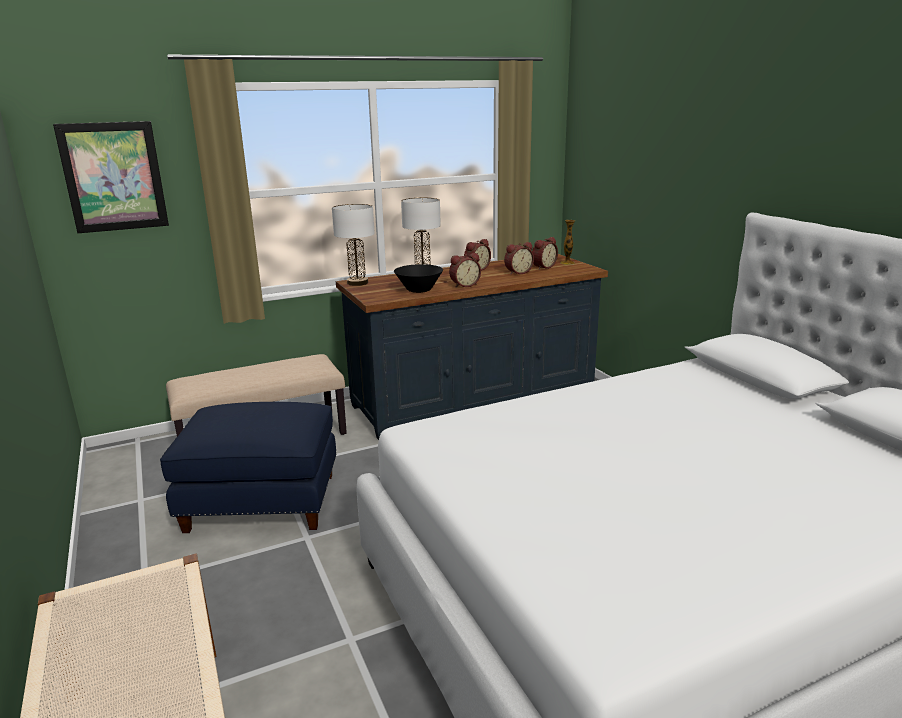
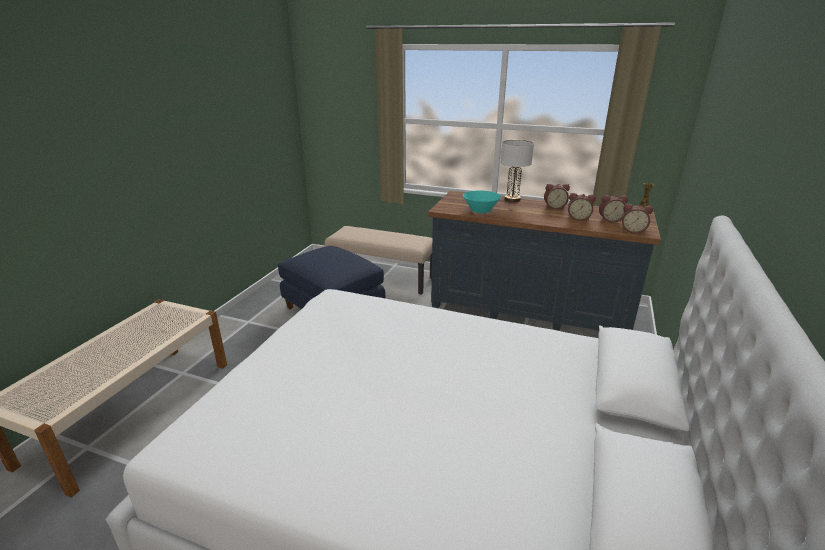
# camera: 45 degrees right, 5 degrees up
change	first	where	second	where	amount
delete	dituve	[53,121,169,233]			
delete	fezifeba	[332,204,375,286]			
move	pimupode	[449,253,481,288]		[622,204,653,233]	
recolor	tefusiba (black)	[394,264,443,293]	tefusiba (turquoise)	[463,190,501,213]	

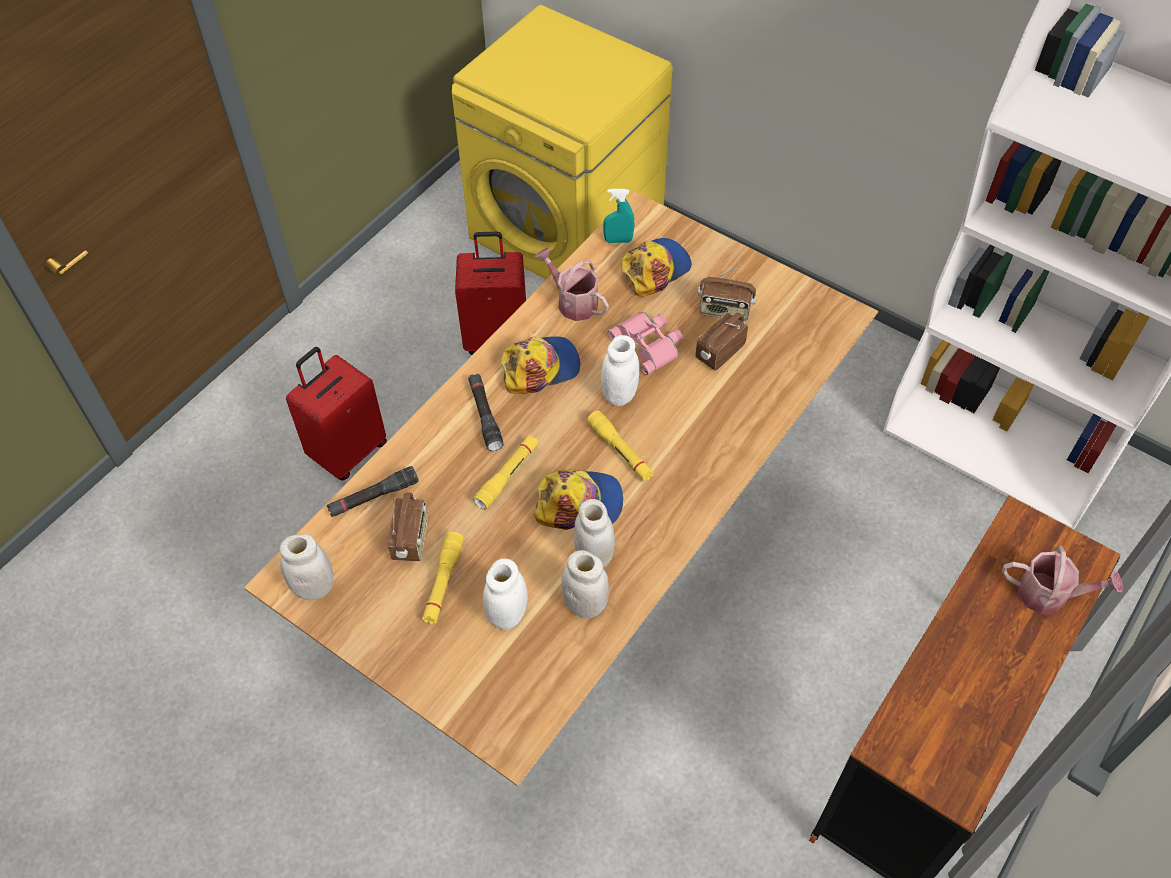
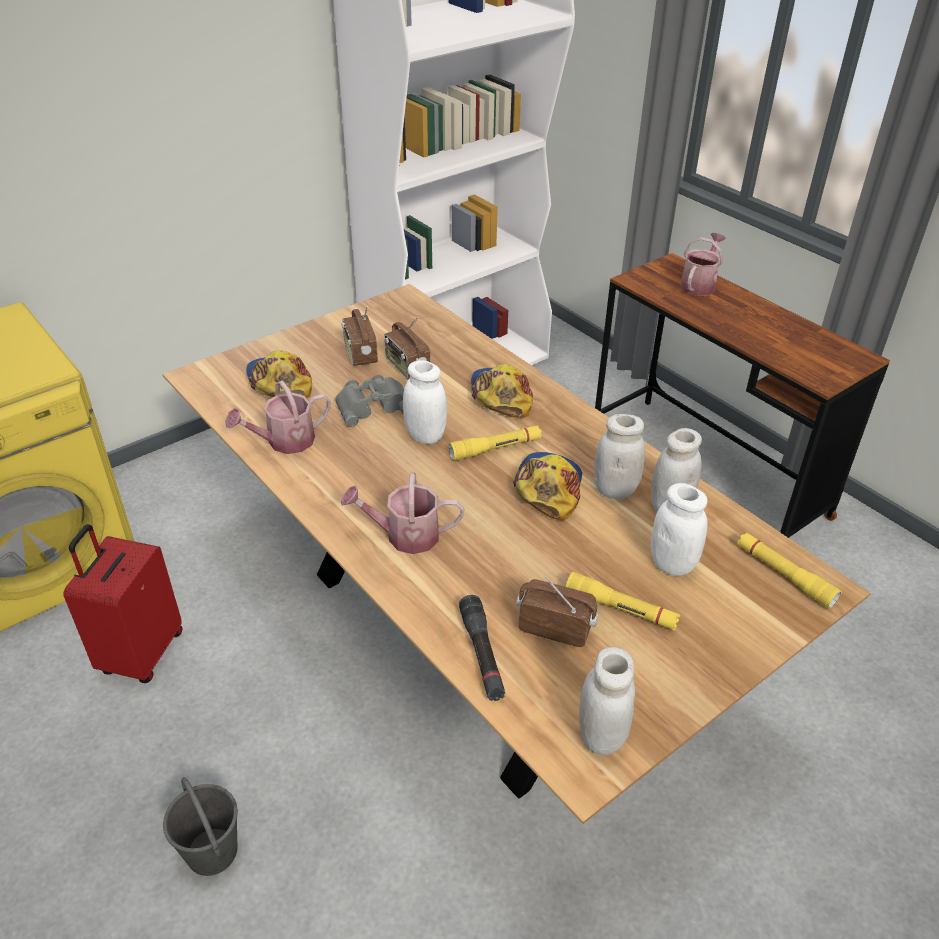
# camera: 75 degrees left, 15 degrees down
change	first	where	second	where	amount
delete	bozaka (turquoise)	[603,189,634,243]			
move	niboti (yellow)	[473,435,539,510]		[738,532,842,609]	
move	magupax	[500,336,580,394]		[471,364,533,418]	
replace	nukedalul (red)	[286,347,387,480]	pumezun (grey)	[163,777,238,876]	
replace	niboti (black)	[468,374,504,451]	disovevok	[341,472,464,554]	
recolor	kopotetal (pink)	[608,312,683,375]	kopotetal (grey)	[335,375,404,427]	
rotate	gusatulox	[698,265,757,321]		[342,306,378,366]	135 degrees clockwise

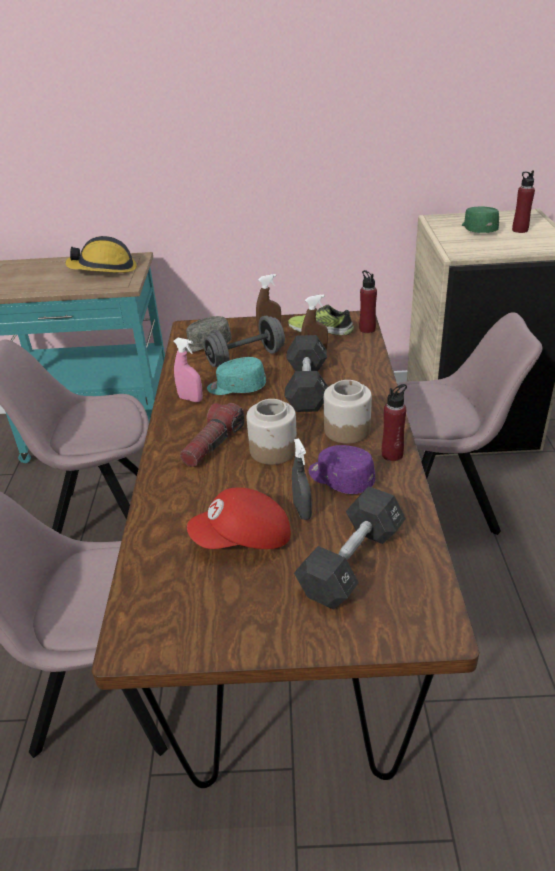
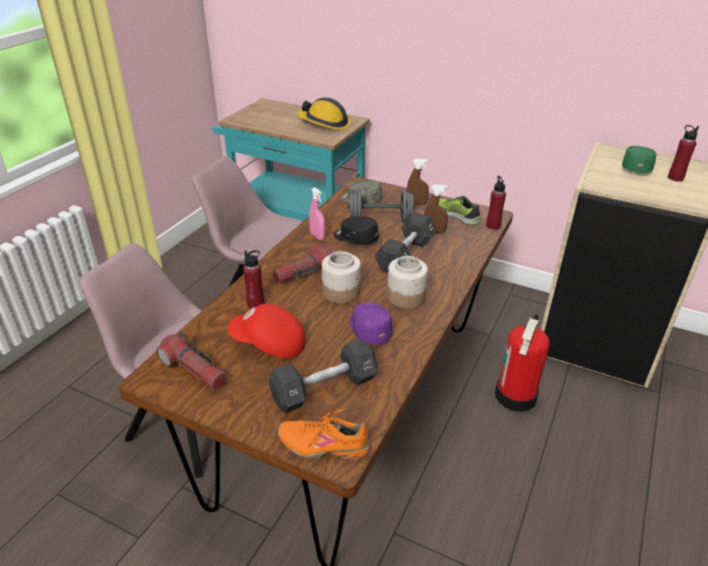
# camera: 25 degrees right, 0 degrees up
change	first	where	second	where	amount
delete	bozaka (grey)	[292,438,312,520]			
insert			niboti	[156,332,227,390]	
insert			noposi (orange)	[278,409,370,459]	
move	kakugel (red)	[382,384,407,461]		[243,250,264,309]	
replace	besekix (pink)	[397,312,543,535]	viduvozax	[495,314,550,412]	
recolor	magupax (turquoise)	[207,357,266,395]	magupax (black)	[334,216,379,246]	

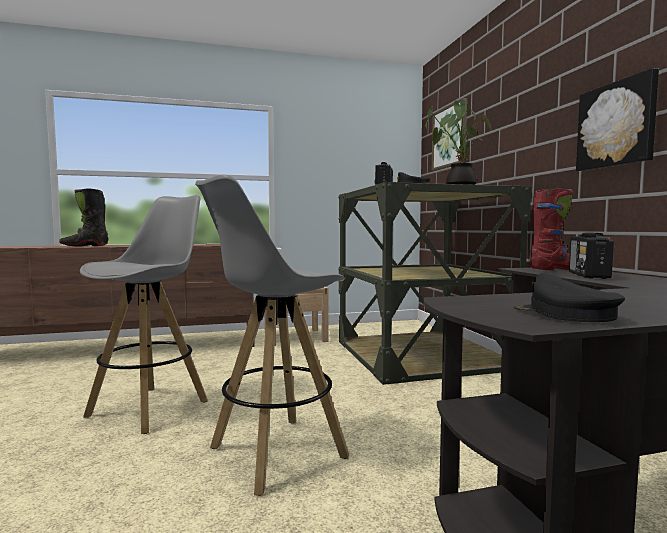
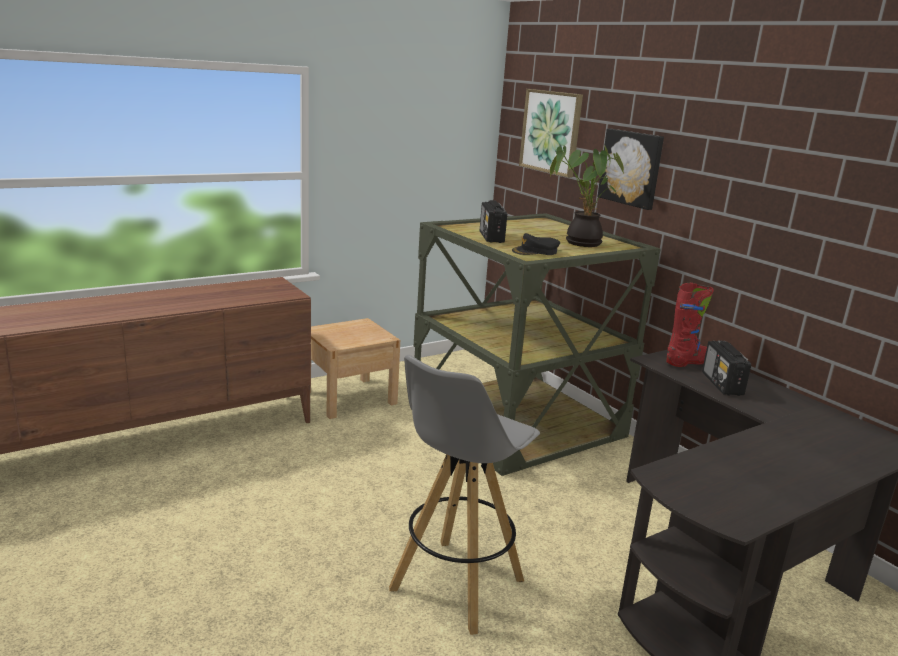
# camera: 20 degrees left, 15 degrees up
change	first	where	second	where	amount
delete	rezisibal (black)	[59,188,108,247]			
delete	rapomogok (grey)	[80,195,208,434]			
delete	magupax (black)	[514,273,625,322]			
move	dituve	[576,68,659,171]		[598,129,664,210]	

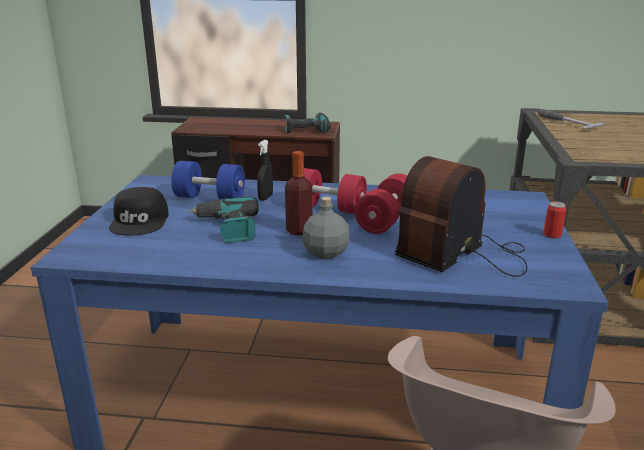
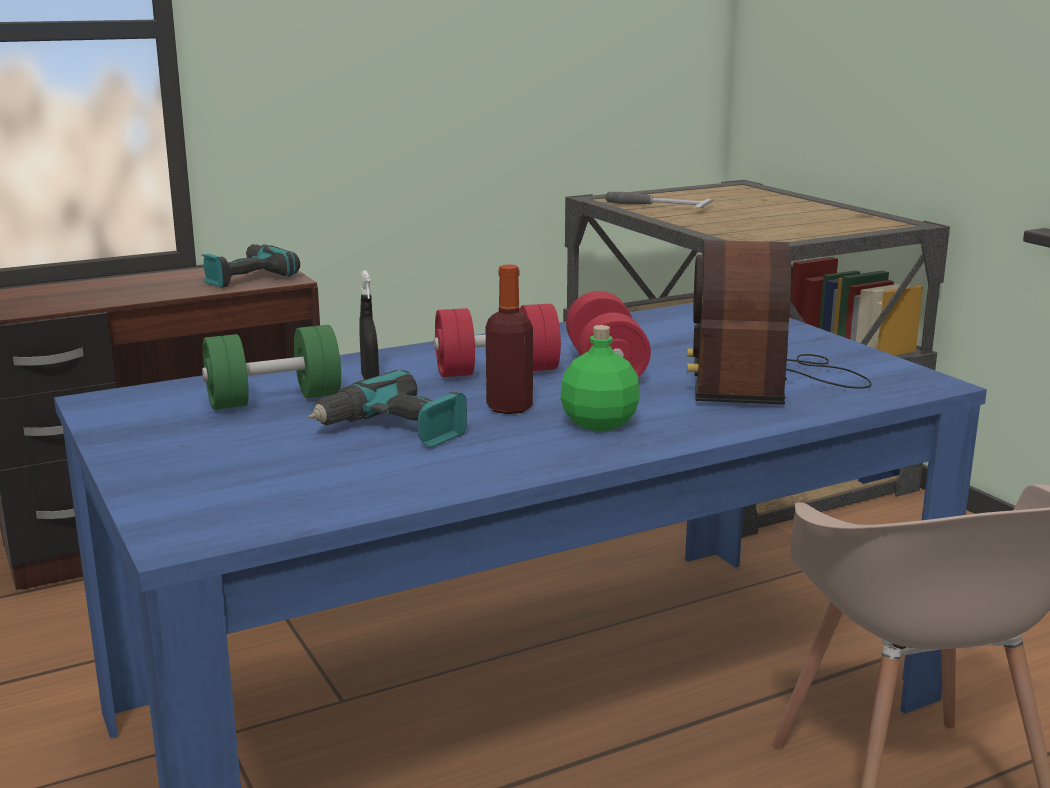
# camera: 35 degrees left, 5 degrees down
change	first	where	second	where	amount
delete	magupax (black)	[109,187,169,236]			
delete	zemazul	[543,201,566,238]			
recolor	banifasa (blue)	[171,161,245,199]	banifasa (green)	[202,325,341,410]	
recolor	kakugel (grey)	[302,197,350,259]	kakugel (green)	[560,325,639,431]	

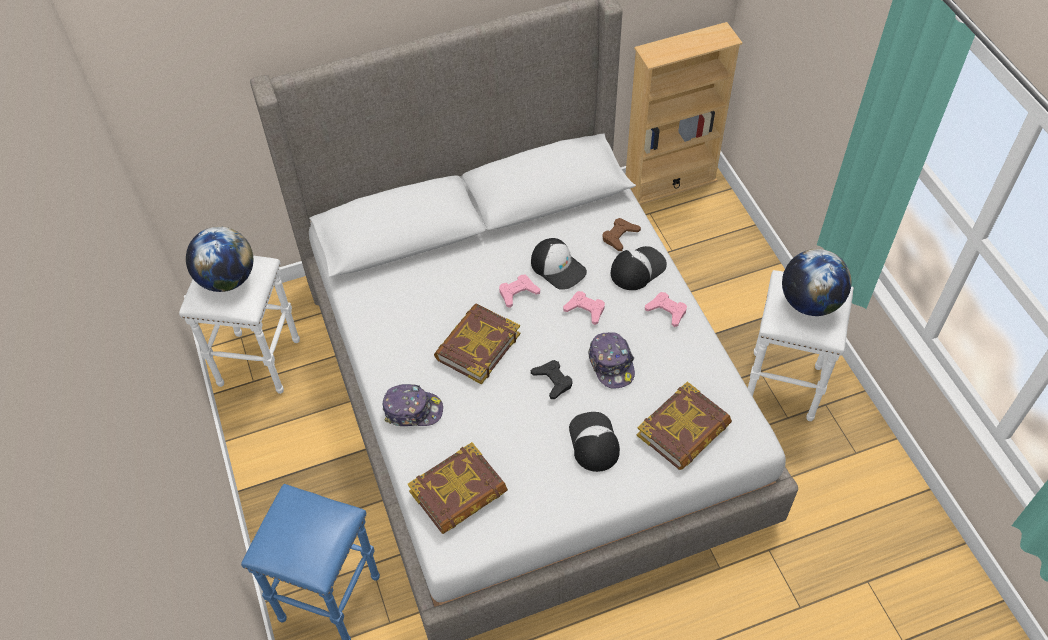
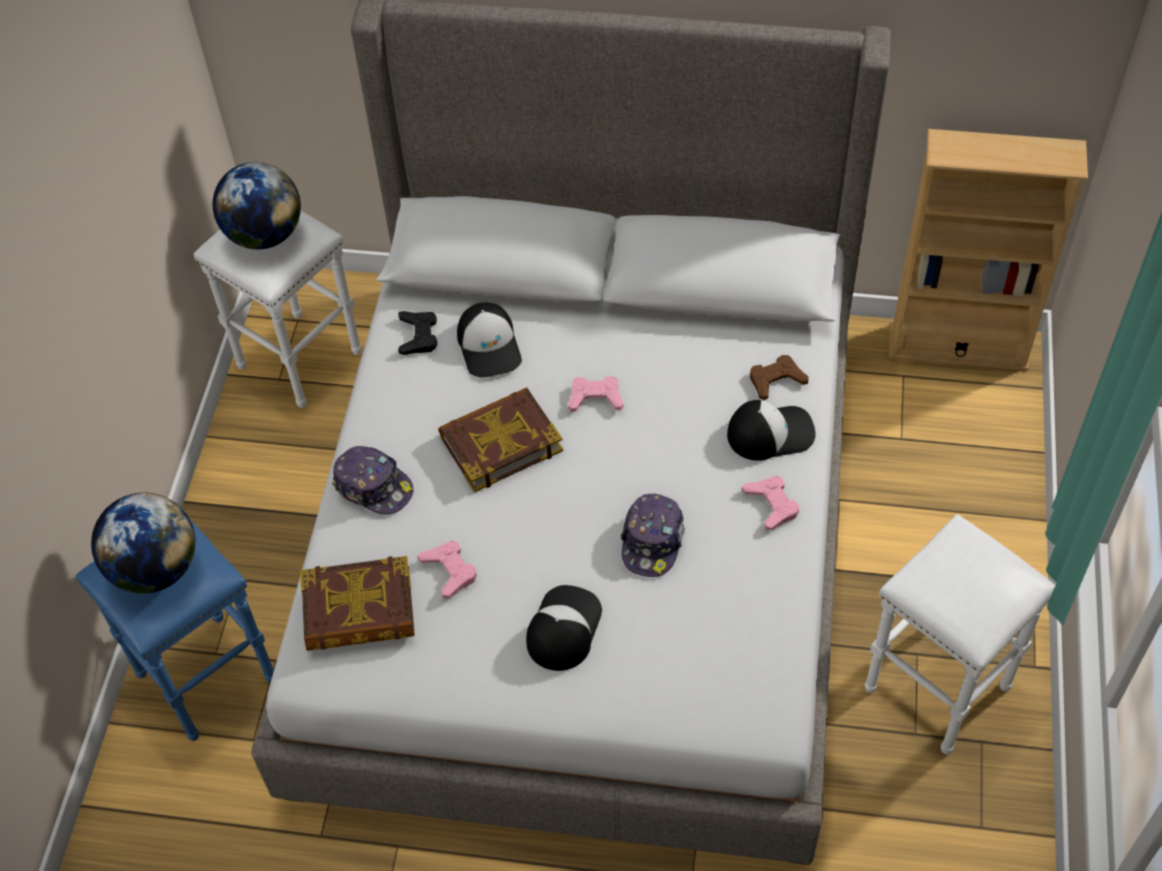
# camera: 30 degrees right, 0 degrees up
change	first	where	second	where	amount
delete	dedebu	[637,382,732,470]			
move	magupax	[531,238,587,290]		[457,302,522,378]	
move	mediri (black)	[531,360,573,399]		[398,311,437,355]	
move	mediri (pink)	[563,291,605,325]		[417,540,477,598]	
move	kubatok	[782,249,851,316]		[91,492,196,594]	

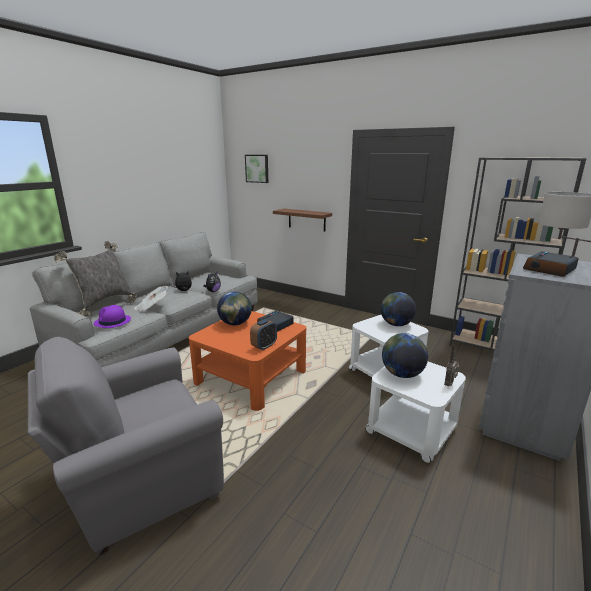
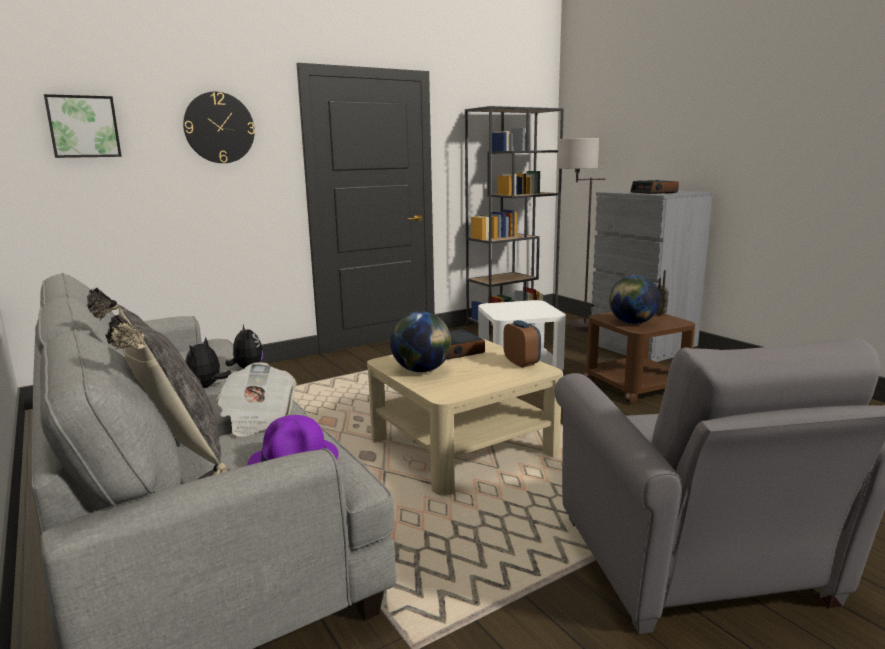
# camera: 65 degrees left, 5 degrees down
change	first	where	second	where	amount
delete	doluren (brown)	[273,209,332,232]			
delete	kubatok	[381,292,416,326]			
insert			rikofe	[183,92,255,163]	
recolor	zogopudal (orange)	[189,311,306,411]	zogopudal (beige)	[367,339,563,495]	
recolor	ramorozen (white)	[365,362,466,463]	ramorozen (brown)	[584,312,695,404]	

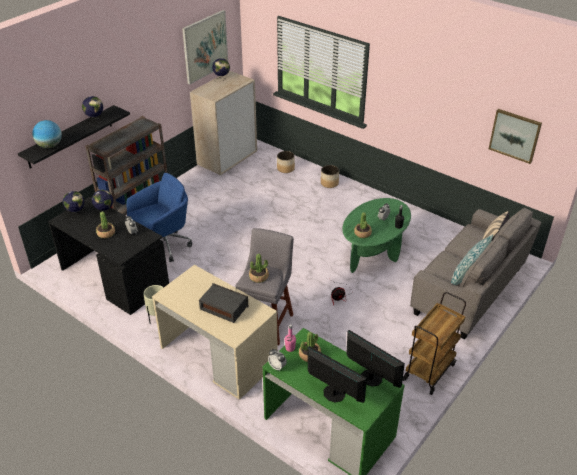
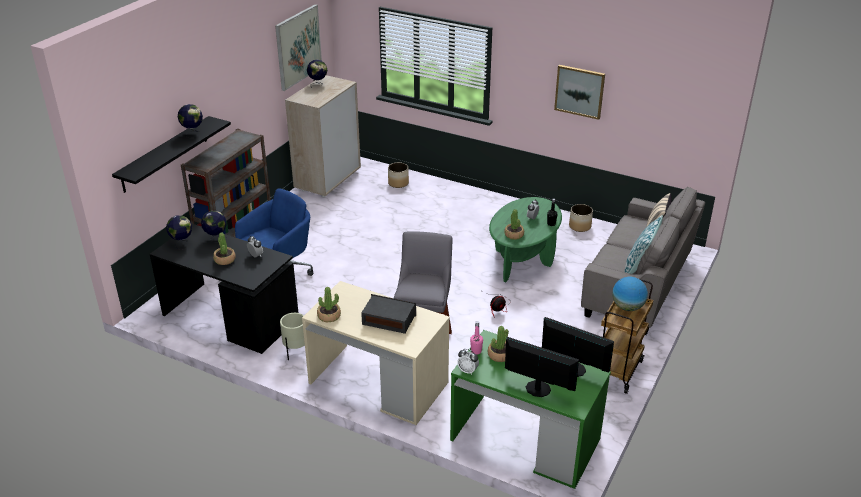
# camera: 10 degrees left, 5 degrees down
change	first	where	second	where	amount
move	kubatok	[32,120,62,148]		[612,277,648,311]	
move	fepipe	[249,254,269,283]		[317,287,341,322]	
move	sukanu	[321,165,339,188]		[569,204,593,232]	
move	dituve	[489,109,542,164]		[554,65,605,120]	

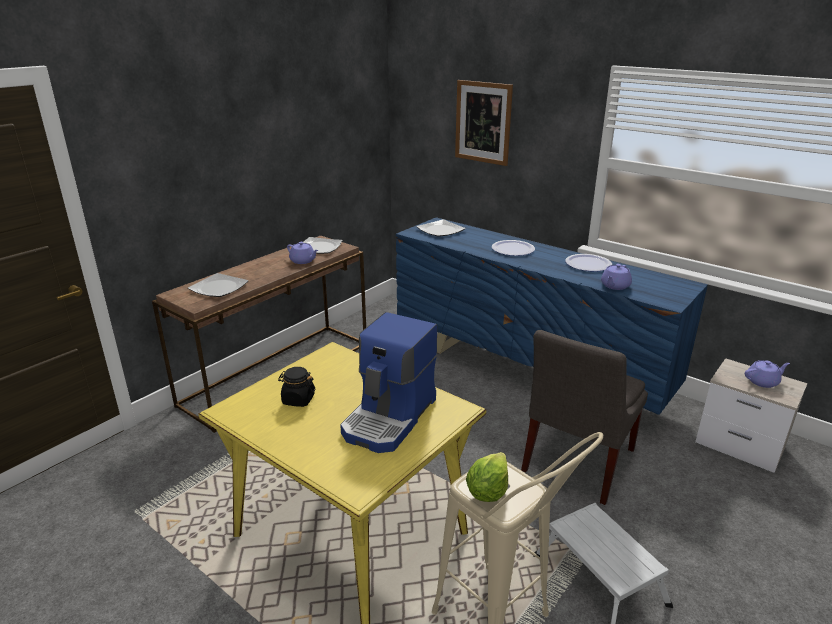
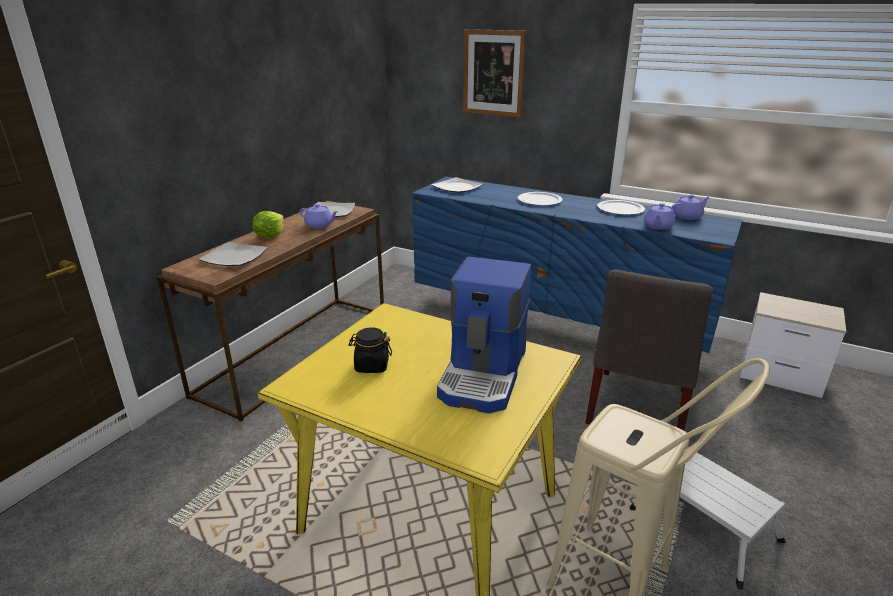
# camera: 10 degrees left, 0 degrees up
change	first	where	second	where	amount
move	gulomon	[466,452,508,502]		[252,211,284,238]	
move	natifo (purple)	[745,360,790,388]		[672,195,710,220]	

